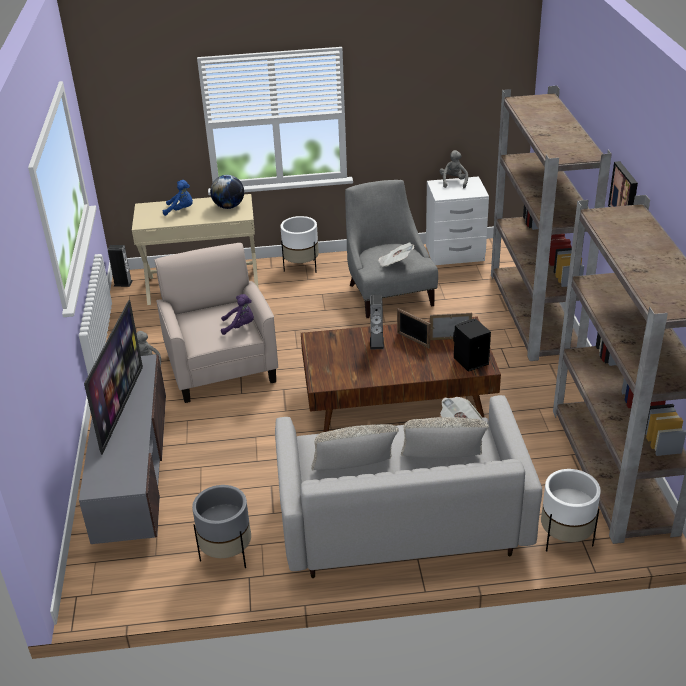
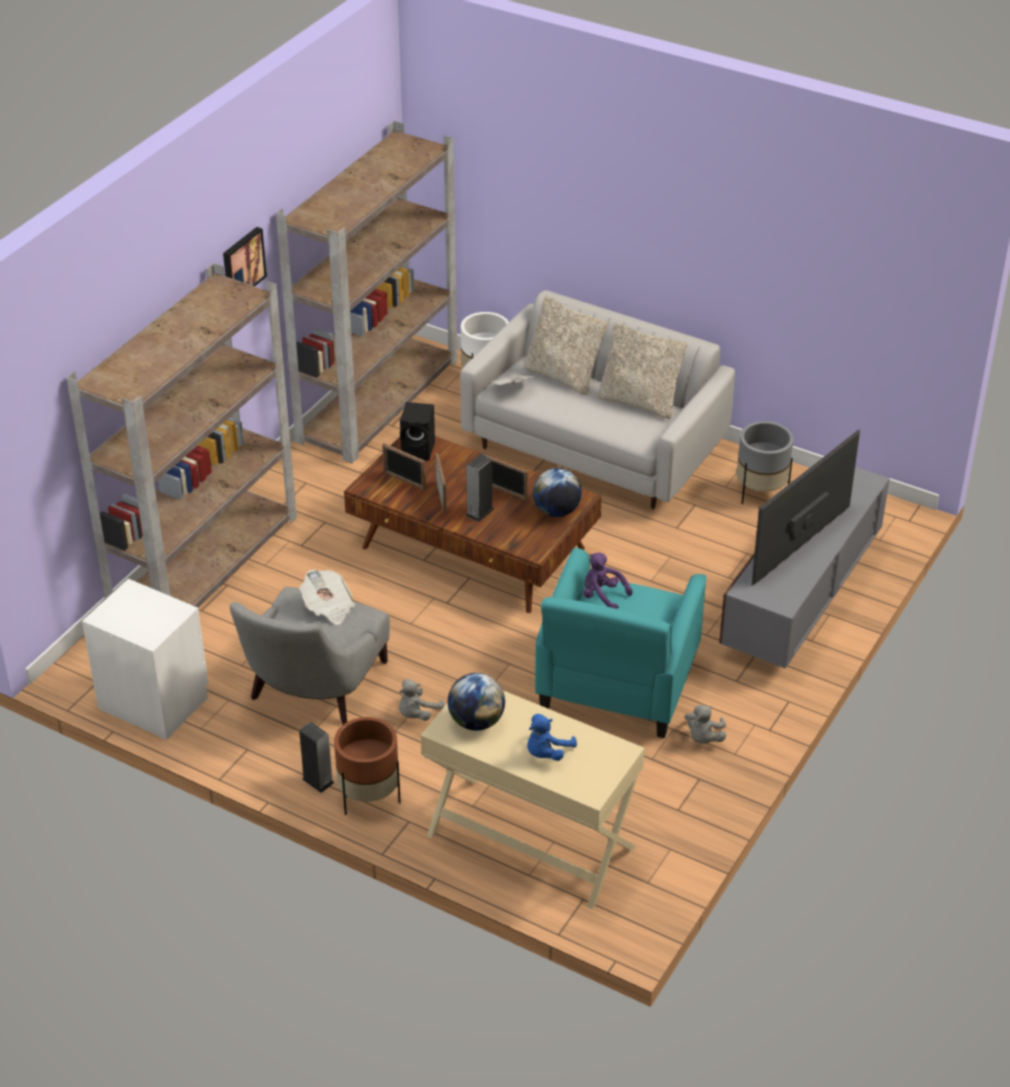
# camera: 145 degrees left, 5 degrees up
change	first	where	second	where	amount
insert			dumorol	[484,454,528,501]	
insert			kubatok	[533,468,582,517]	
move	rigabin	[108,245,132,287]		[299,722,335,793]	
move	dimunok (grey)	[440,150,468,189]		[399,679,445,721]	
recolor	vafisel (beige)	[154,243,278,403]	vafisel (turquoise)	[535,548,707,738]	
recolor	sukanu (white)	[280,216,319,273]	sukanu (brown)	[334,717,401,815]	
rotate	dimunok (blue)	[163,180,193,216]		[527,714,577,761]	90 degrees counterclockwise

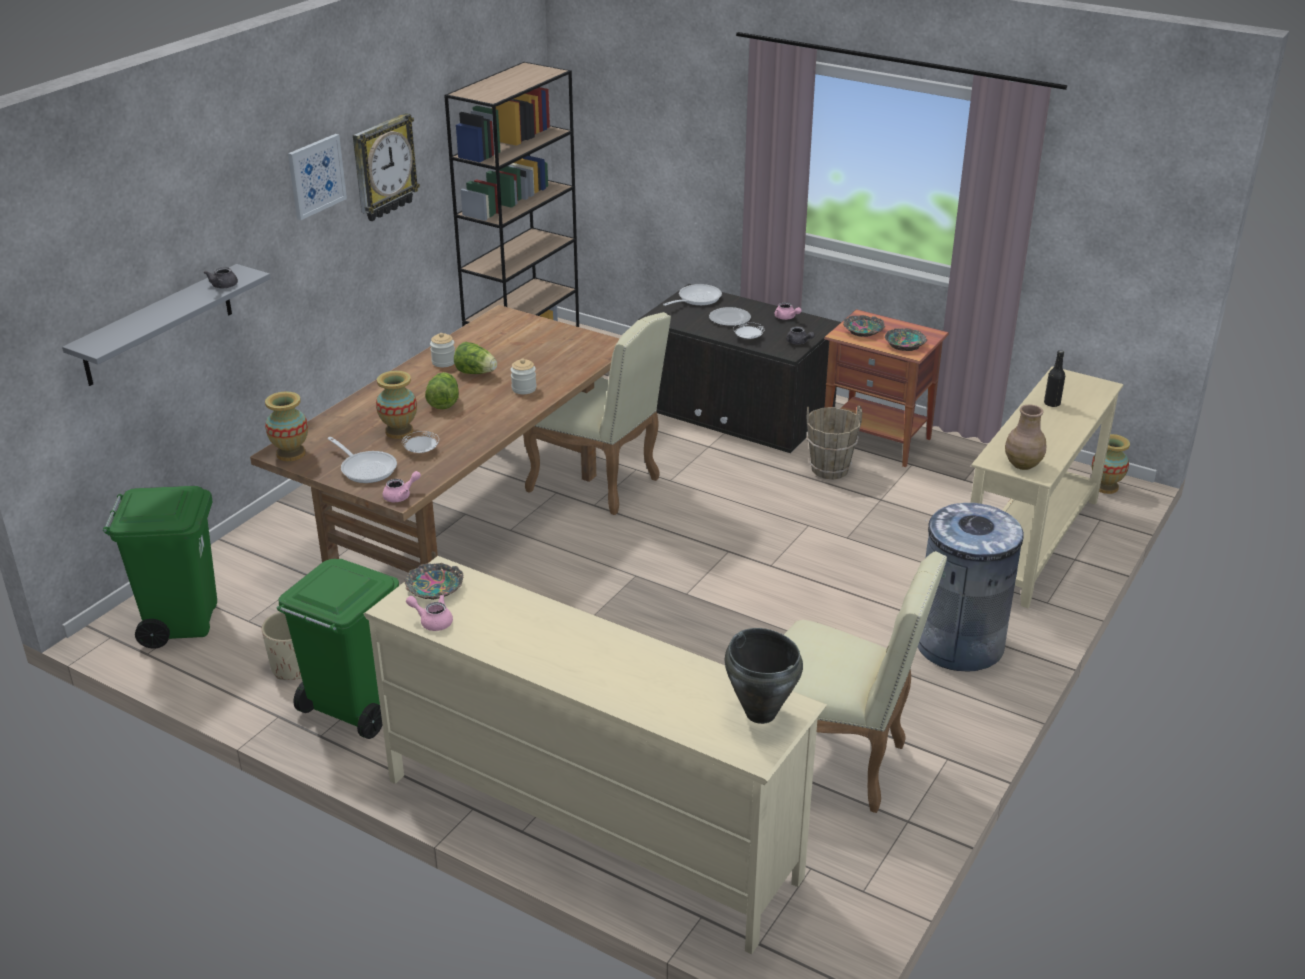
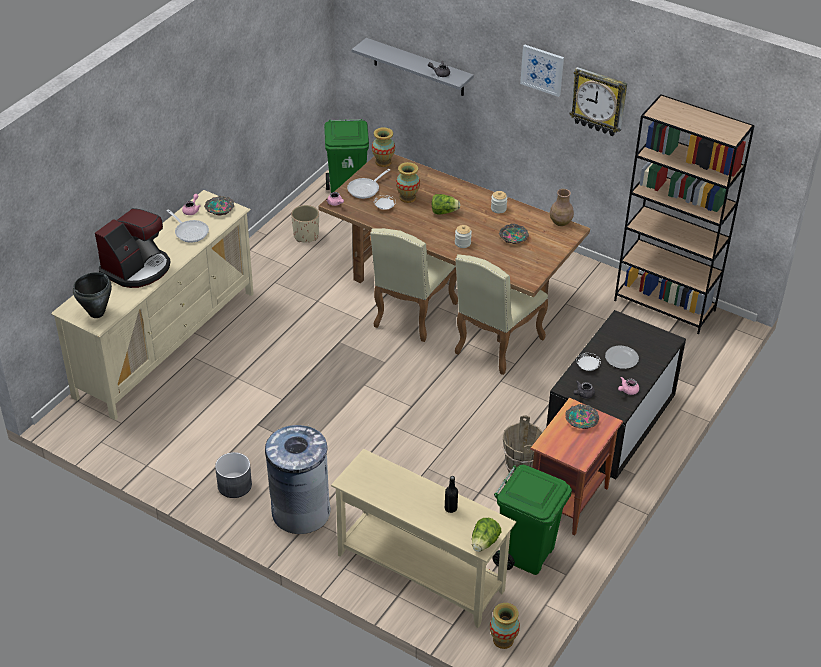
# camera: 90 degrees right, 10 degrees up
change	first	where	second	where	amount
insert			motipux	[95,208,170,288]	
insert			sukanu (grey)	[215,452,252,498]	
move	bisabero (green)	[277,559,399,739]		[492,465,572,575]	
move	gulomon	[454,342,497,374]		[472,518,501,552]	
move	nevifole	[663,284,722,306]		[167,209,209,243]	
move	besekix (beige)	[784,551,947,813]		[370,228,458,342]	
move	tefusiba	[885,328,927,351]		[499,224,529,244]	
move	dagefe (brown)	[1005,405,1046,470]		[550,189,574,226]	

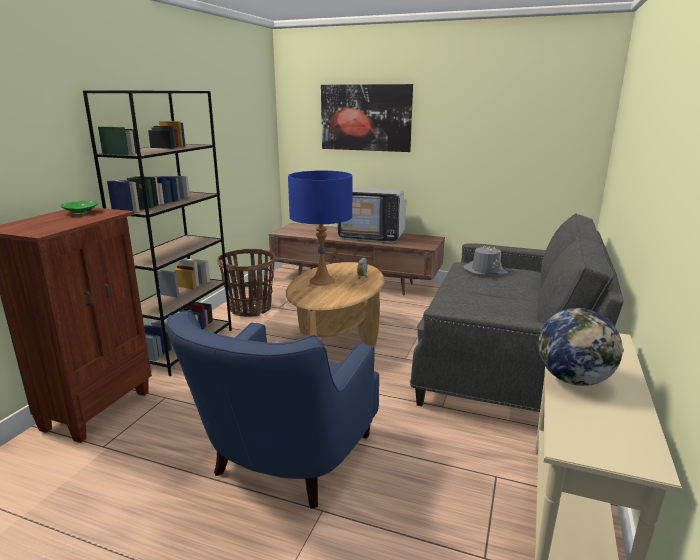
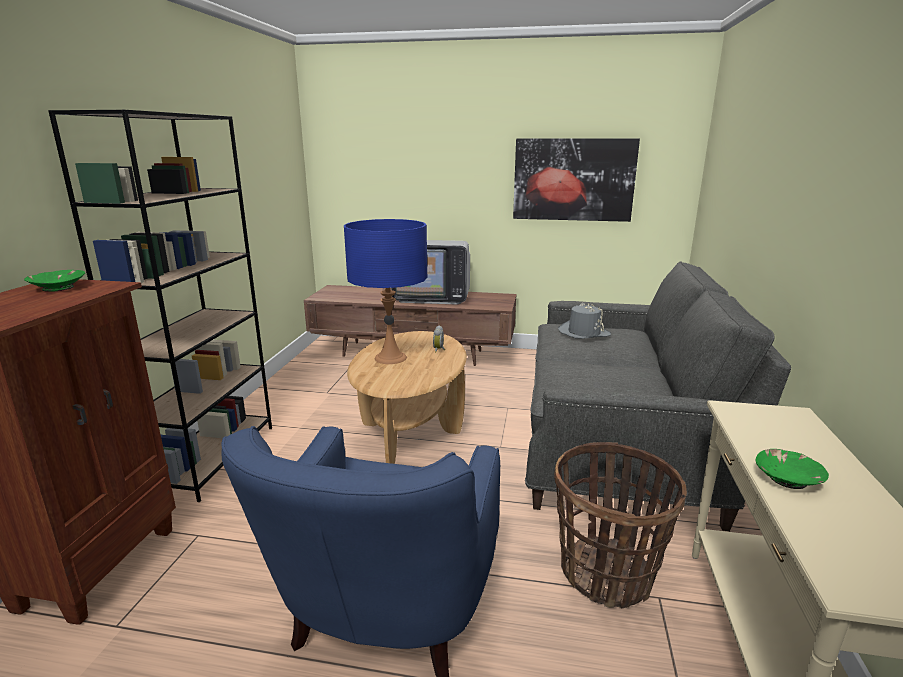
# camera: 10 degrees left, 0 degrees up
change	first	where	second	where	amount
move	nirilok	[217,249,275,317]		[554,442,687,609]	
move	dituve	[321,84,413,152]		[513,138,640,222]	
replace	kubatok	[538,308,624,386]	tefusiba (green)	[756,449,829,489]	

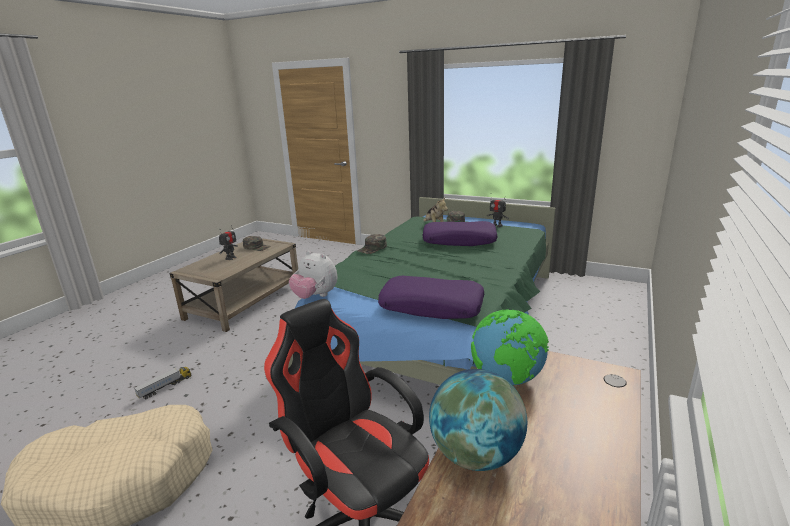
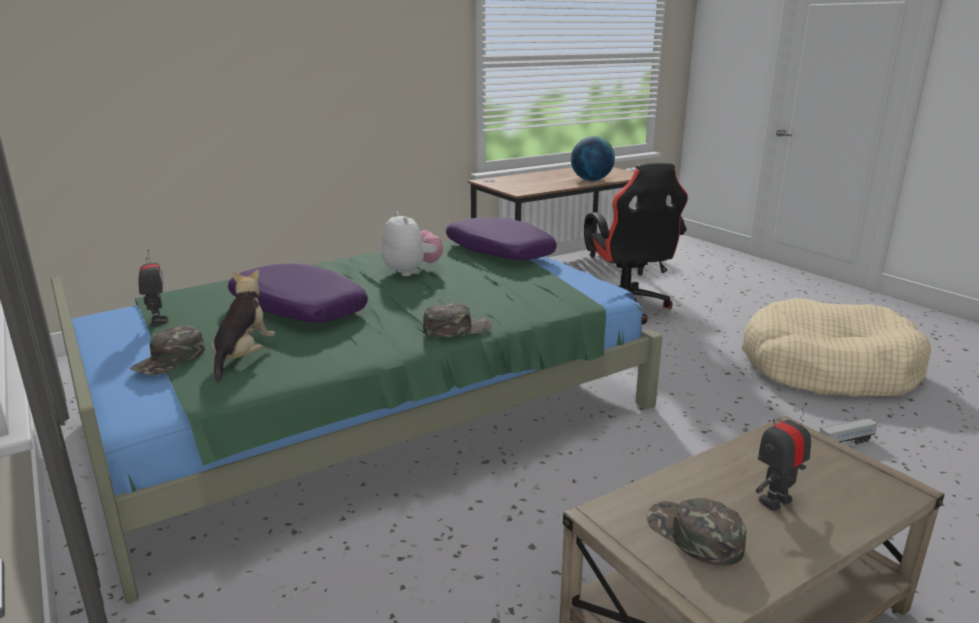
# camera: 150 degrees left, 0 degrees up
change	first	where	second	where	amount
delete	kubatok	[471,309,549,385]			
move	dimunok	[289,251,337,299]		[382,211,443,276]	

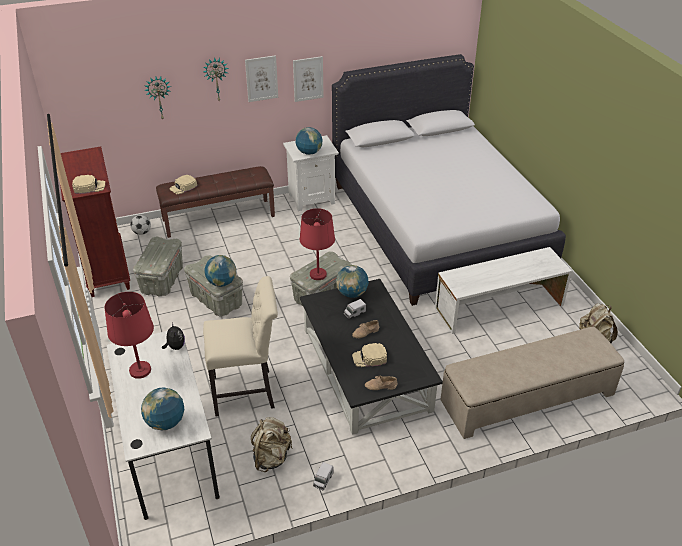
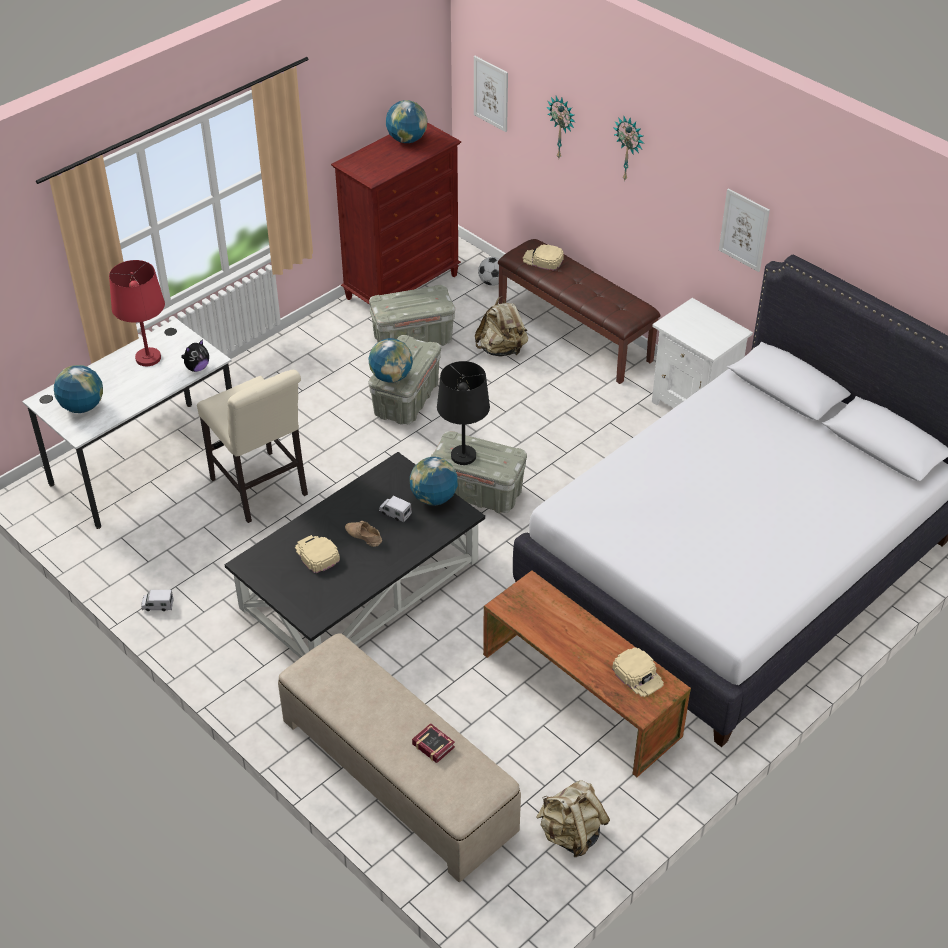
# camera: 65 degrees right, 5 degrees up
change	first	where	second	where	amount
delete	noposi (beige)	[365,376,398,390]			
insert			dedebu	[412,723,455,763]	
move	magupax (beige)	[72,175,105,194]		[612,647,664,697]	
move	dituve	[245,55,278,102]		[474,56,508,132]	
move	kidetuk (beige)	[251,417,293,472]		[475,296,528,357]	
move	kubatok	[296,127,322,155]		[386,100,428,143]	
recolor	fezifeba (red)	[300,208,335,280]	fezifeba (black)	[437,361,490,465]	
recolor	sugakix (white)	[435,247,572,334]	sugakix (brown)	[483,570,691,777]	

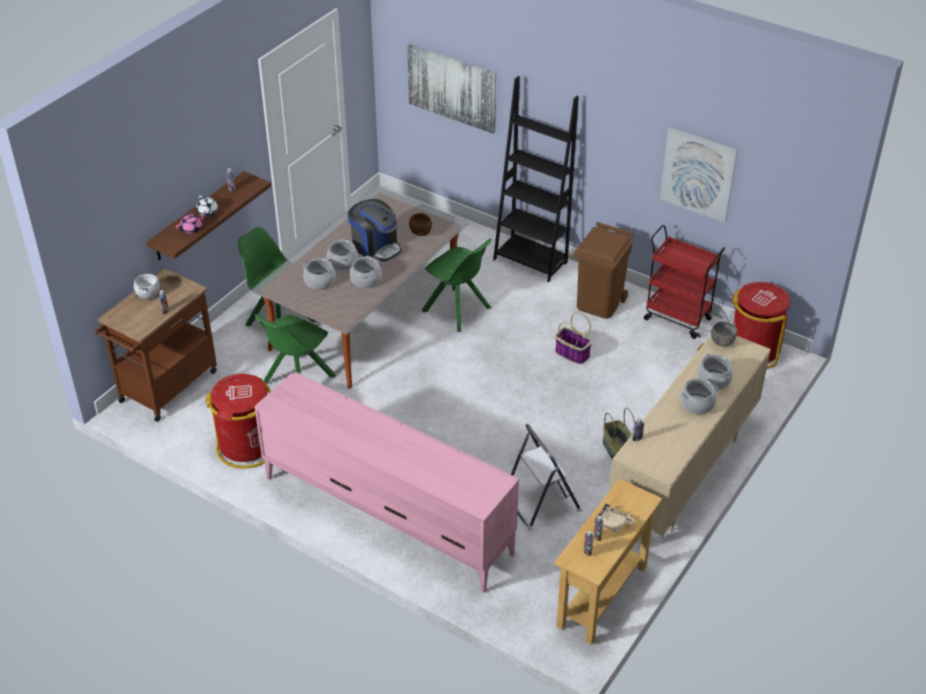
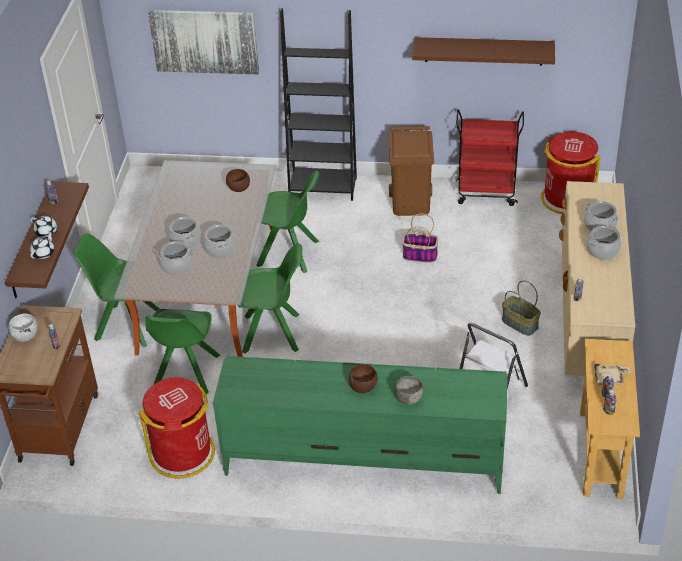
# camera: 25 degrees left, 0 degrees up
change	first	where	second	where	amount
delete	motipux	[348,199,402,262]			
insert			besekix (green)	[237,243,302,353]	
insert			tefusiba (brown)	[349,364,378,393]	
move	tefusiba (grey)	[711,321,737,347]		[394,376,423,405]	
replace	dituve	[660,127,738,223]	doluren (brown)	[412,37,555,66]	
recolor	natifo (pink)	[176,211,206,234]	natifo (white)	[30,230,54,259]	
recolor	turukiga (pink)	[254,372,519,592]	turukiga (green)	[213,356,508,494]	

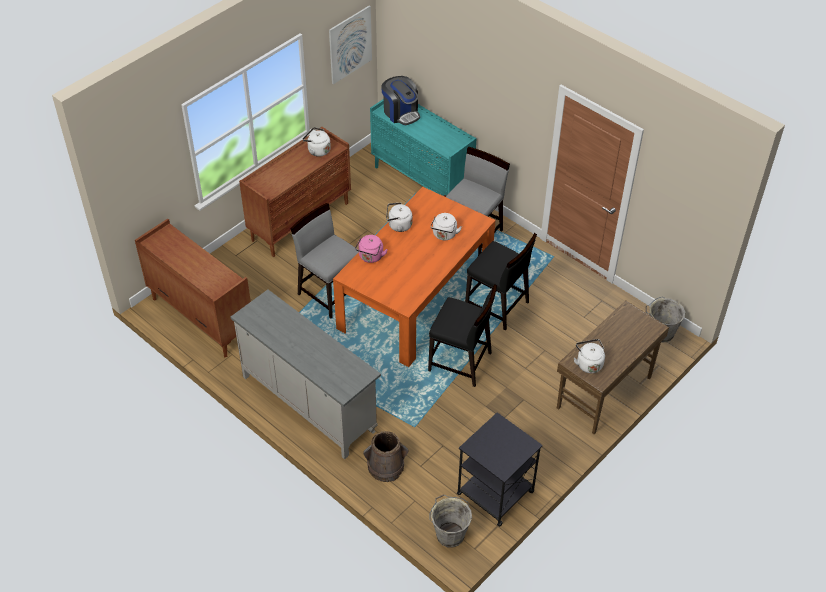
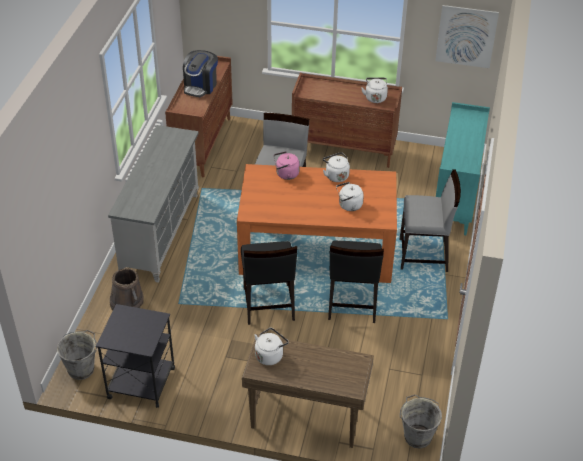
# camera: 60 degrees right, 5 degrees down
change	first	where	second	where	amount
move	motipux	[381,76,420,125]		[183,50,218,97]	

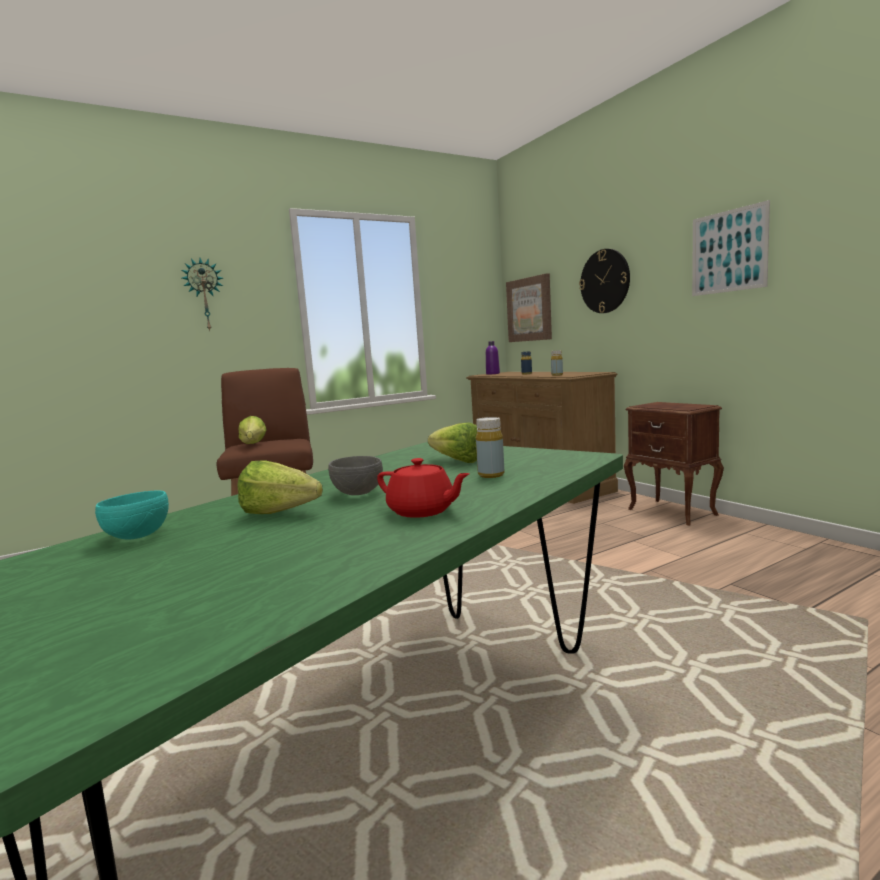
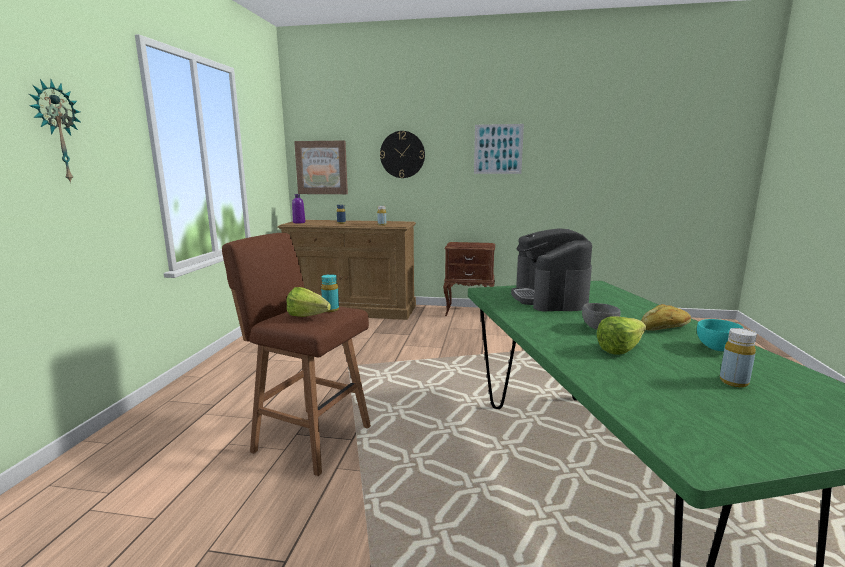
# camera: 50 degrees left, 5 degrees up
change	first	where	second	where	amount
insert			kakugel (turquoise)	[321,274,339,312]	
move	tefusiba (turquoise)	[95,490,169,539]		[697,319,744,351]	
move	kakugel (yellow)	[476,417,504,478]		[720,328,757,387]	
replace	natifo (red)	[377,458,470,518]	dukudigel	[641,304,691,331]	
replace	gulomon	[428,422,477,463]	motipux	[511,228,592,312]	

